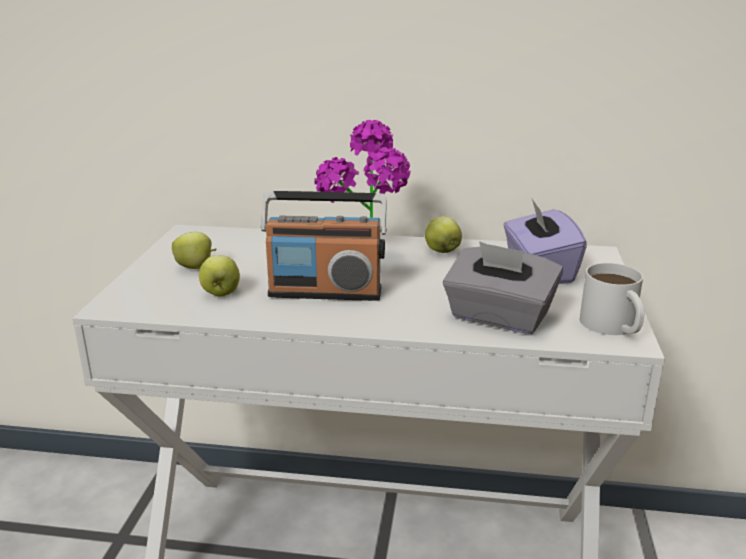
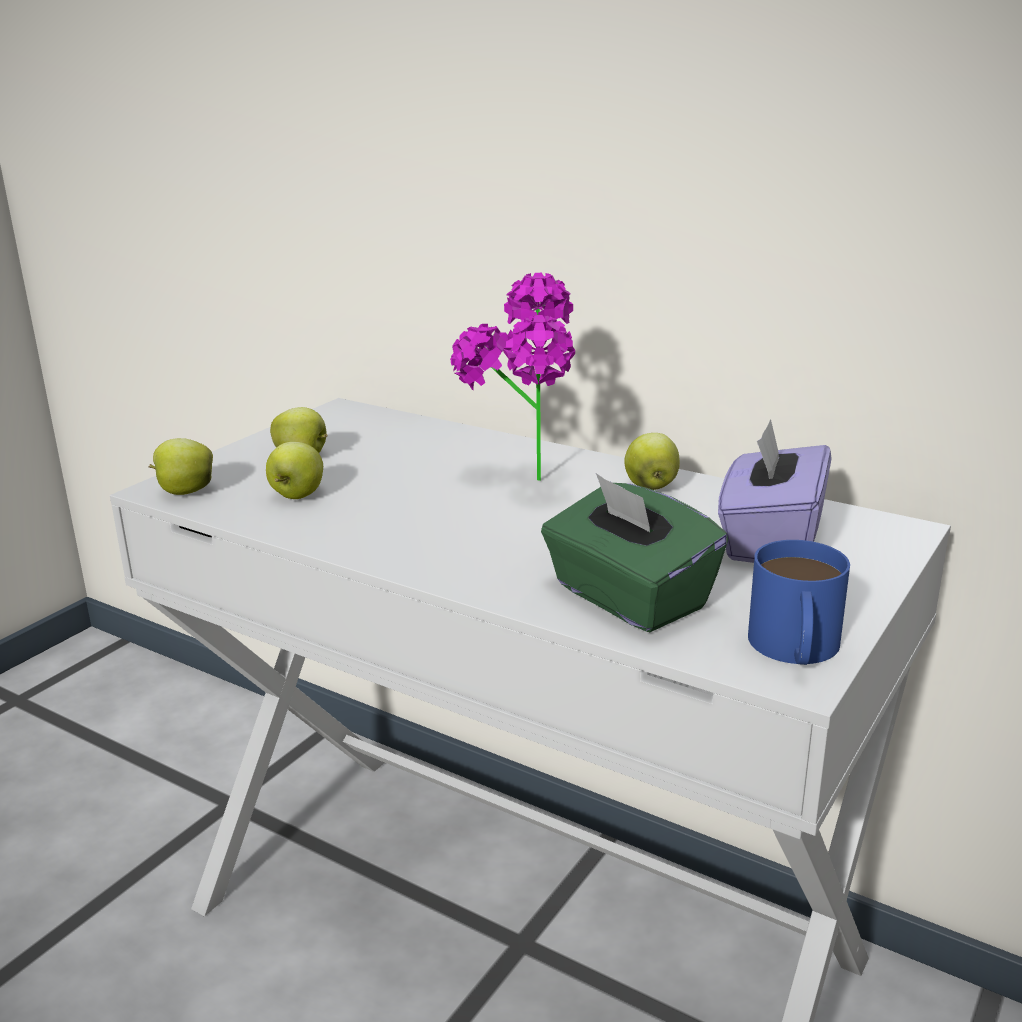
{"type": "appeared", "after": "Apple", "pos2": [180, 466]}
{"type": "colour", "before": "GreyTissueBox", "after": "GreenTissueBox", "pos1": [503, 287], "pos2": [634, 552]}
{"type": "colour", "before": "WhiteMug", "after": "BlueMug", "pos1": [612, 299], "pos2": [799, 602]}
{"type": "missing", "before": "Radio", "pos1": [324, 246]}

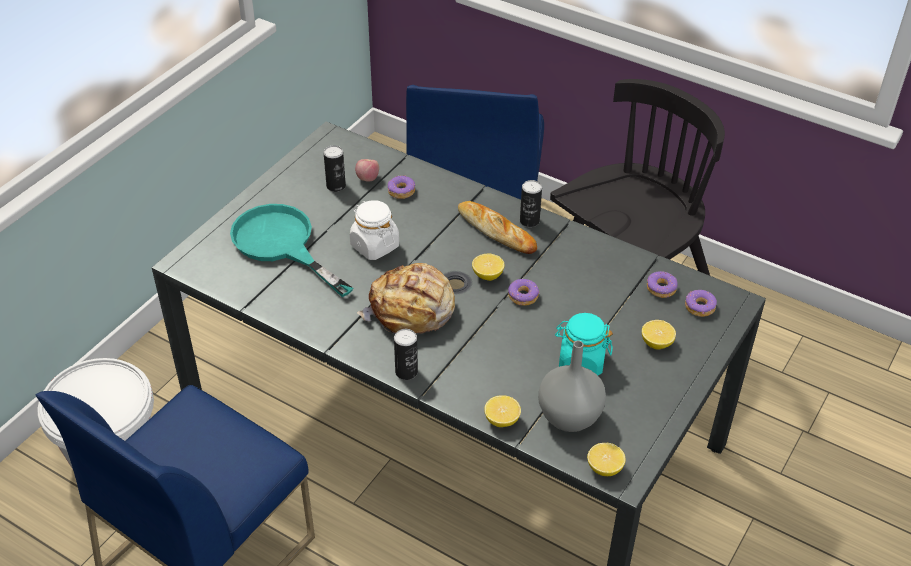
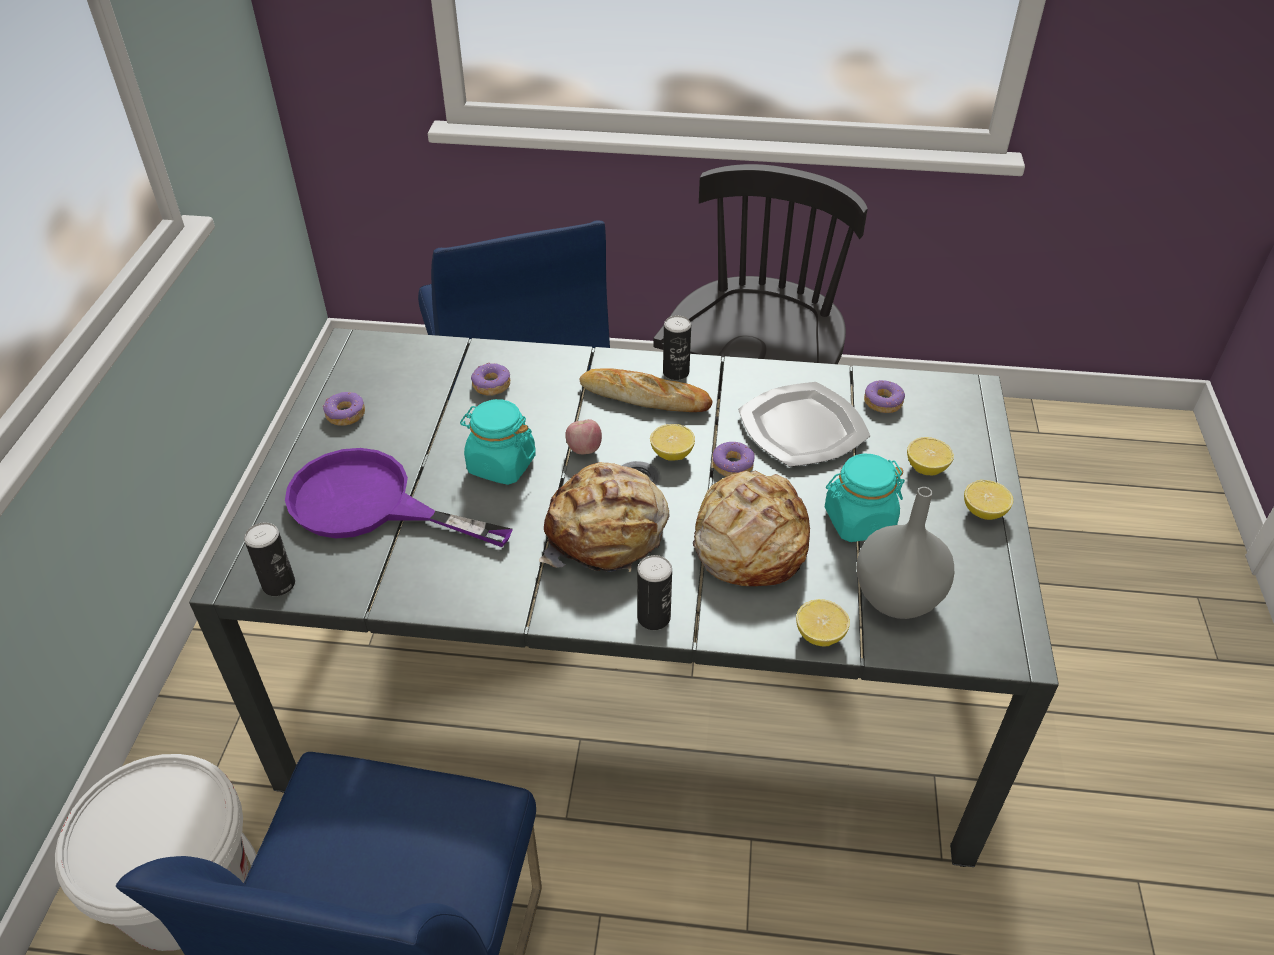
{"type": "relocated", "before": "Can", "pos1": [334, 168], "pos2": [269, 559]}
{"type": "colour", "before": "TurquoiseFryingPan", "after": "PurpleFryingPan", "pos1": [291, 250], "pos2": [399, 497]}
{"type": "relocated", "before": "Donut", "pos1": [701, 303], "pos2": [344, 408]}
{"type": "colour", "before": "WhiteJar", "after": "TurquoiseJar", "pos1": [374, 230], "pos2": [498, 442]}
{"type": "relocated", "before": "Apple", "pos1": [367, 170], "pos2": [583, 436]}
{"type": "appeared", "after": "Bread", "pos2": [751, 528]}
{"type": "appeared", "after": "Plate", "pos2": [804, 424]}
{"type": "relocated", "before": "Lemon", "pos1": [606, 459], "pos2": [988, 500]}

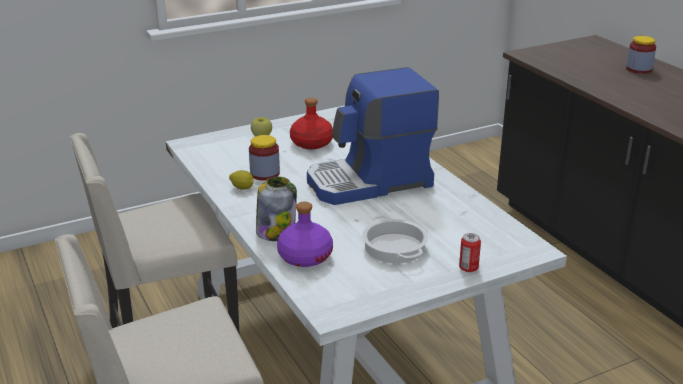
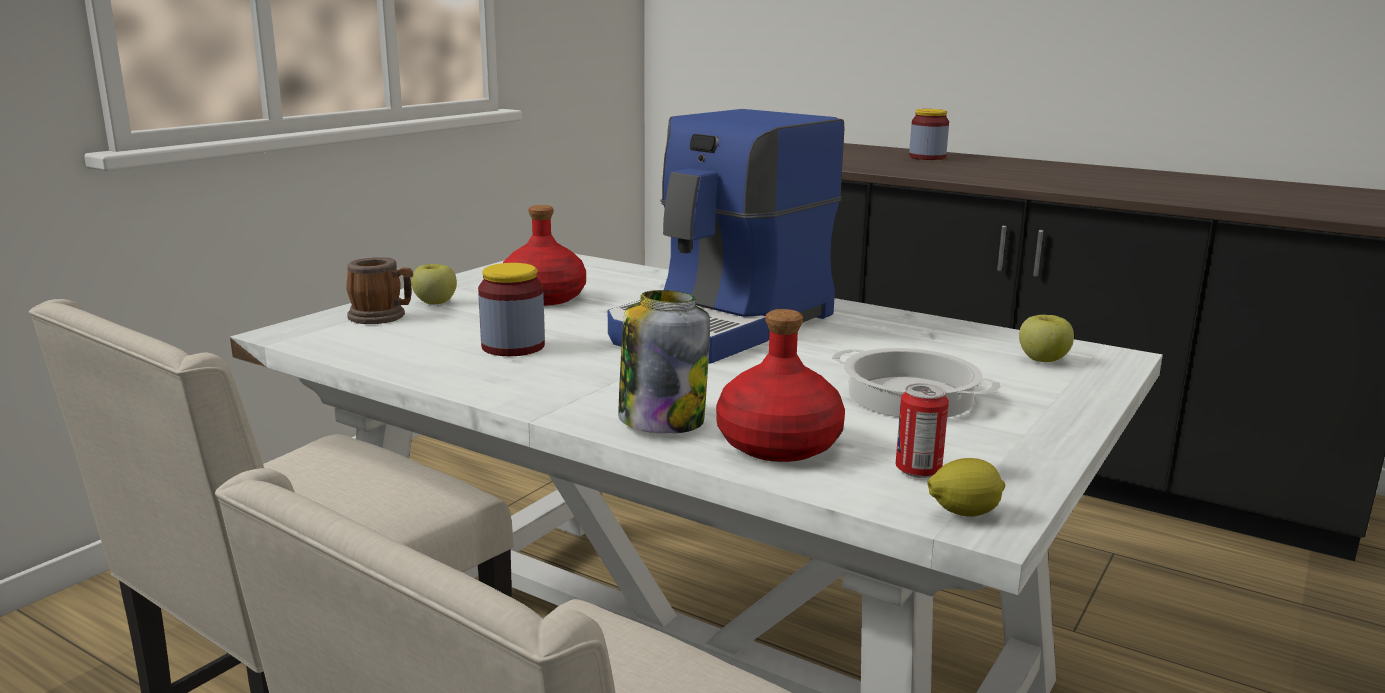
{"type": "appeared", "after": "Mug", "pos2": [379, 290]}
{"type": "colour", "before": "PurpleBottle", "after": "RedBottle", "pos1": [305, 234], "pos2": [780, 385]}
{"type": "relocated", "before": "Can", "pos1": [470, 252], "pos2": [922, 430]}
{"type": "relocated", "before": "Lemon", "pos1": [241, 180], "pos2": [966, 487]}
{"type": "appeared", "after": "Apple", "pos2": [1046, 338]}

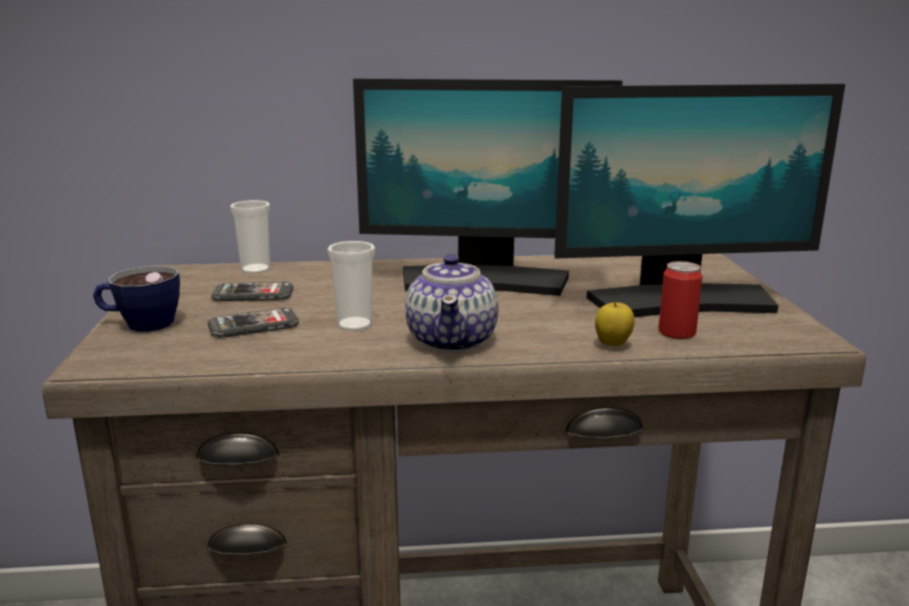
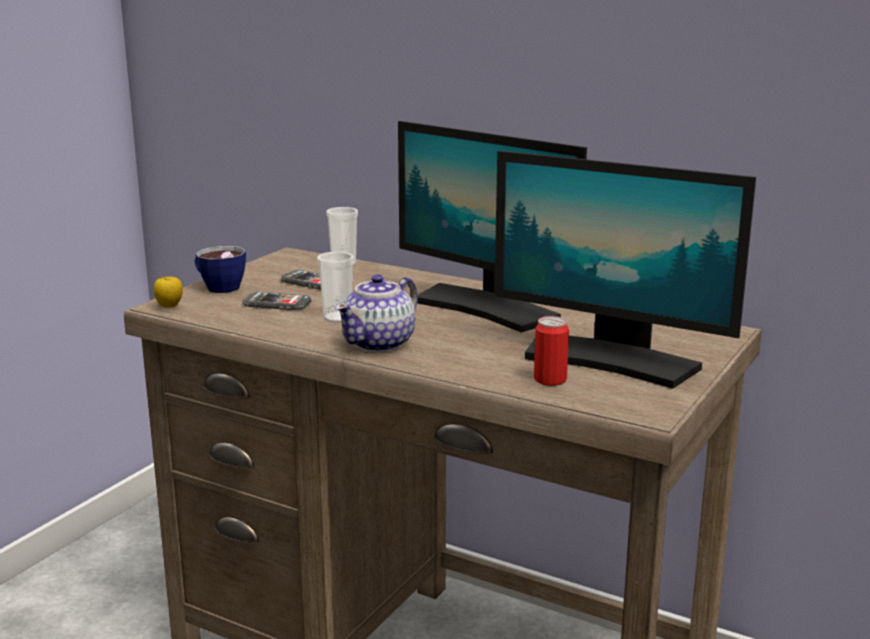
{"type": "relocated", "before": "Apple", "pos1": [615, 324], "pos2": [168, 292]}

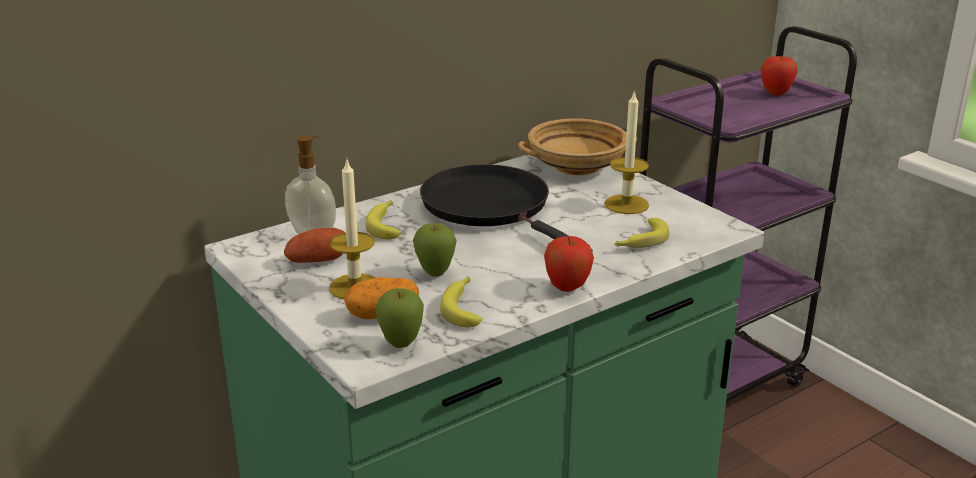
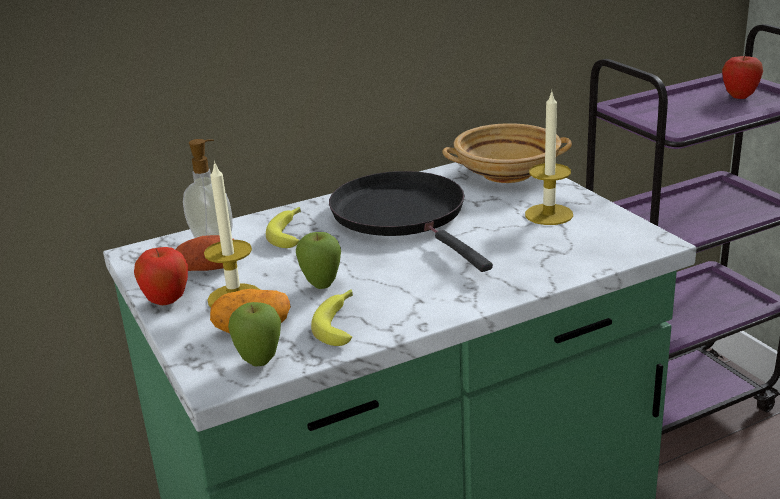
{"type": "relocated", "before": "Apple", "pos1": [569, 264], "pos2": [161, 276]}
{"type": "missing", "before": "Banana", "pos1": [641, 233]}

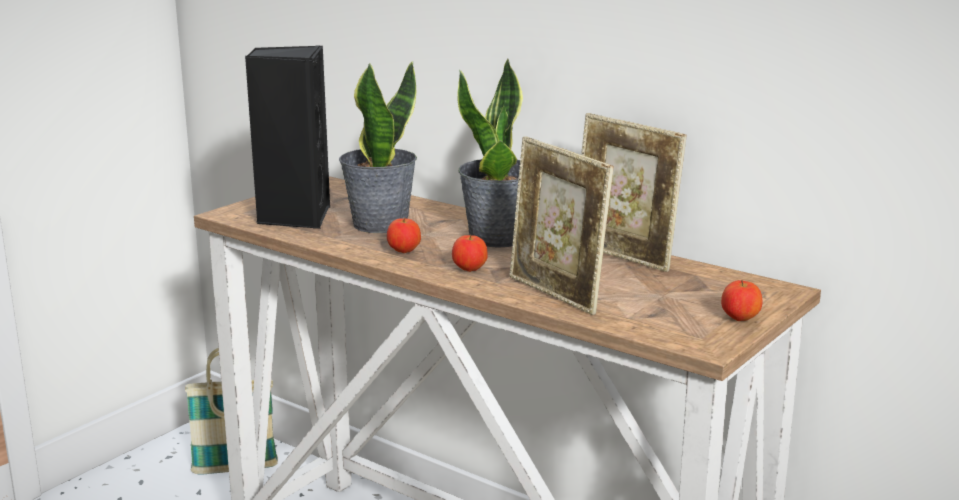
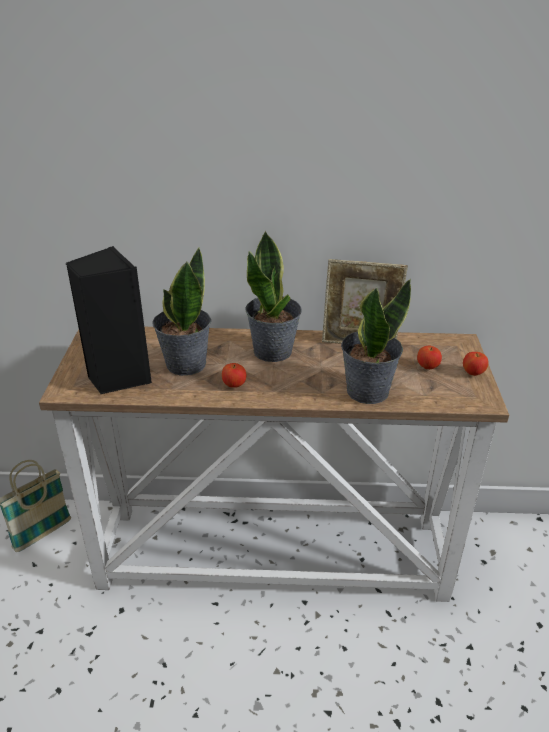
{"type": "exchanged", "before": "PictureFrame", "after": "PottedPlant", "pos1": [561, 225], "pos2": [376, 341]}
{"type": "relocated", "before": "Apple", "pos1": [470, 253], "pos2": [429, 357]}

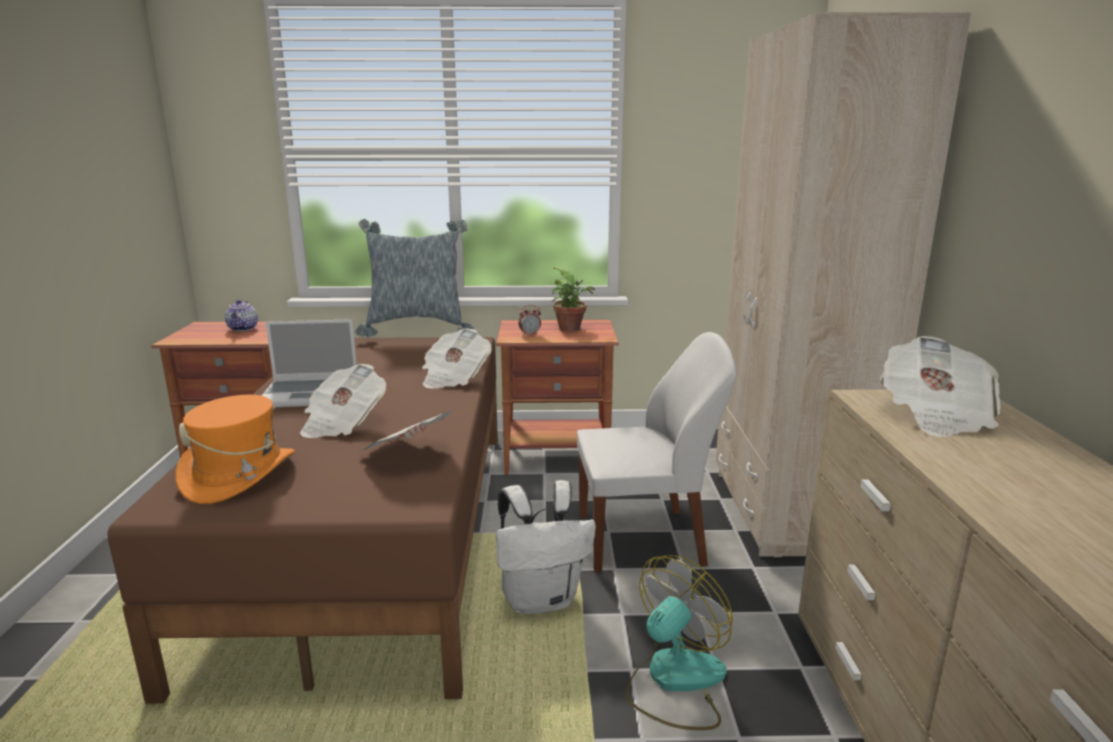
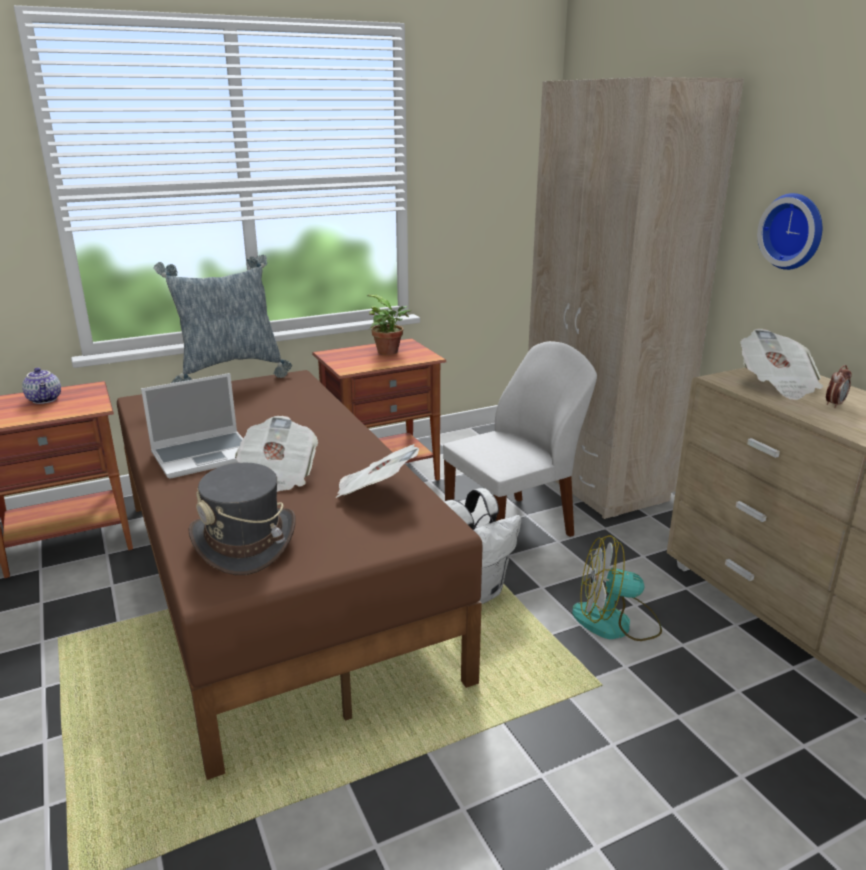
{"type": "colour", "before": "OrangeHat", "after": "GreyHat", "pos1": [235, 449], "pos2": [242, 519]}
{"type": "spun", "before": "Fan", "pos1": [679, 642], "pos2": [617, 588], "turn": -105}
{"type": "appeared", "after": "WallClock", "pos2": [789, 231]}
{"type": "relocated", "before": "AlarmClock", "pos1": [529, 320], "pos2": [839, 386]}
{"type": "missing", "before": "Newspaper", "pos1": [457, 358]}

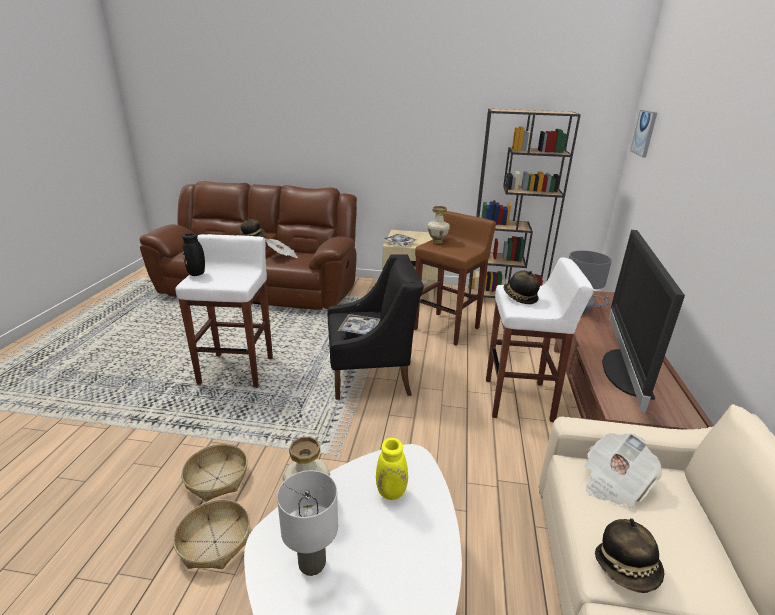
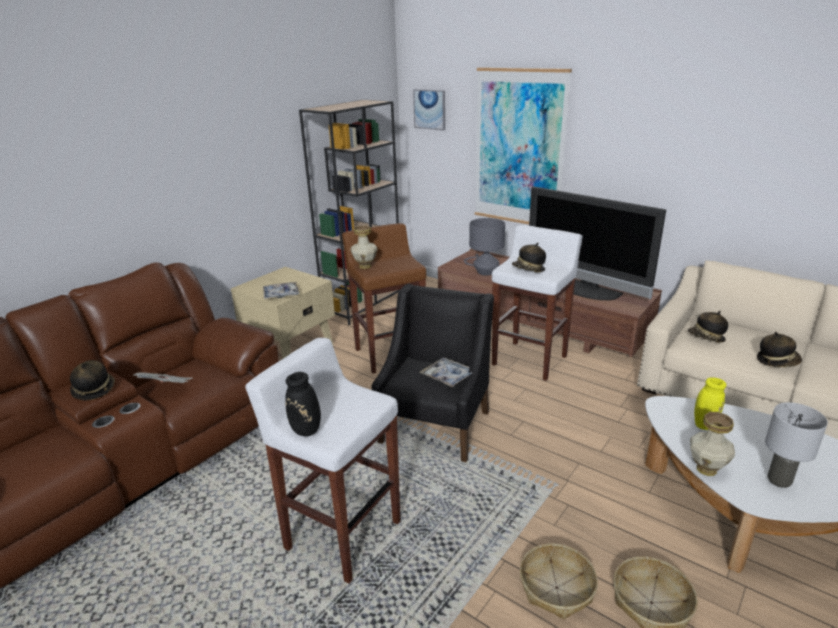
{"type": "appeared", "after": "Picture", "pos2": [523, 145]}
{"type": "exchanged", "before": "Newspaper", "after": "Hat", "pos1": [623, 470], "pos2": [708, 327]}

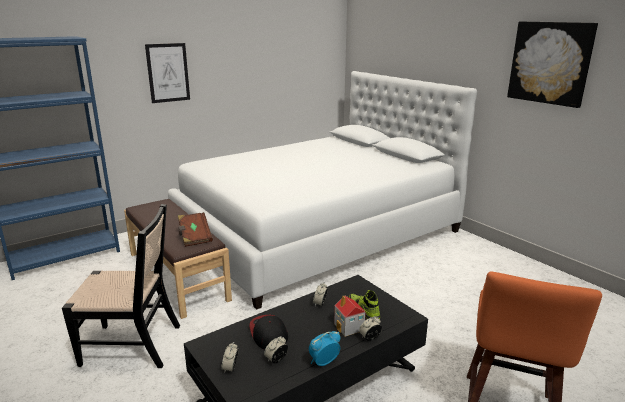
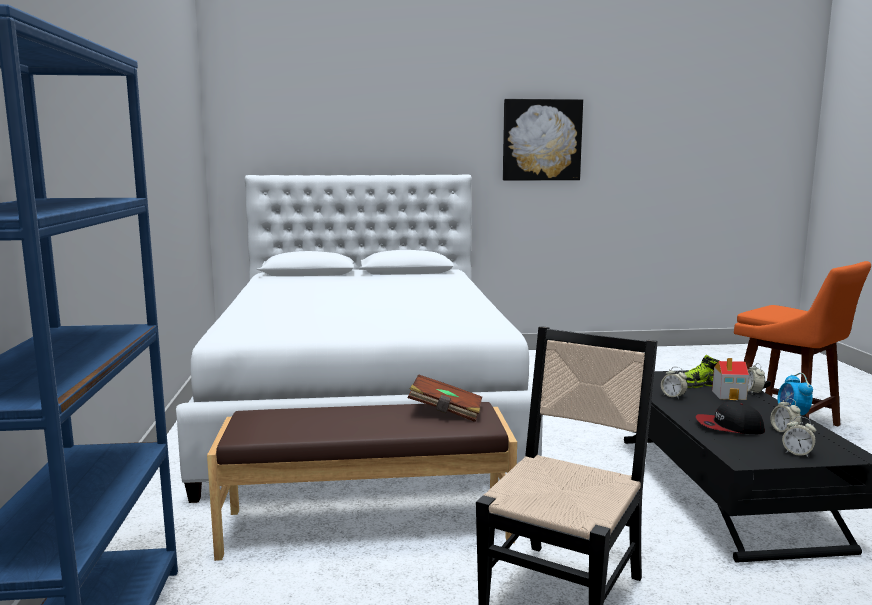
{"type": "missing", "before": "Picture", "pos1": [167, 73]}

